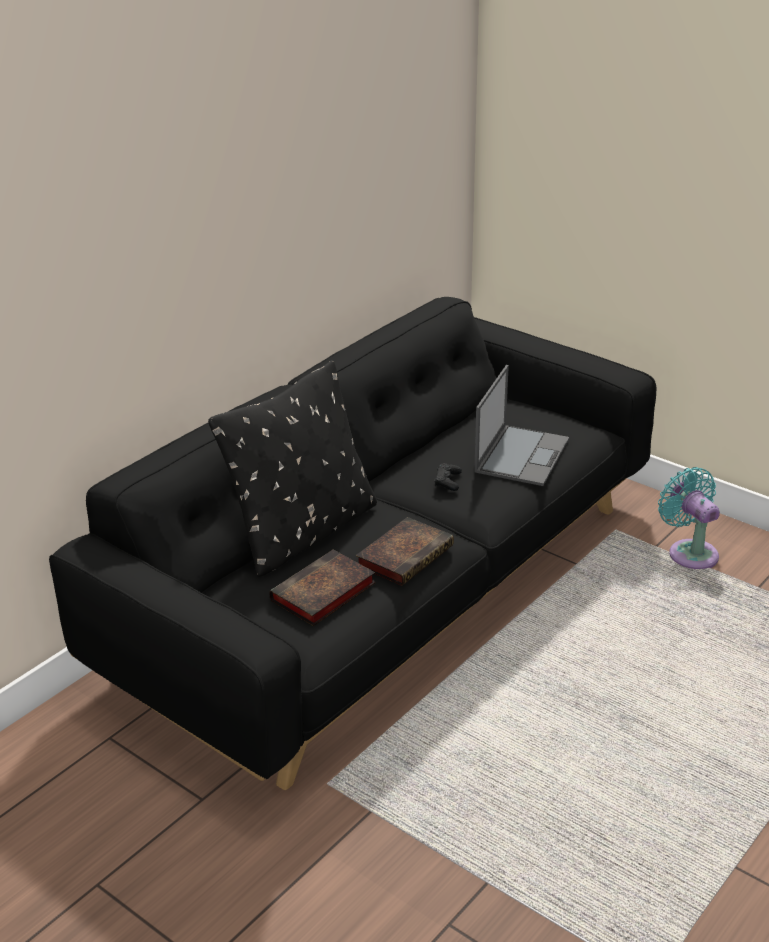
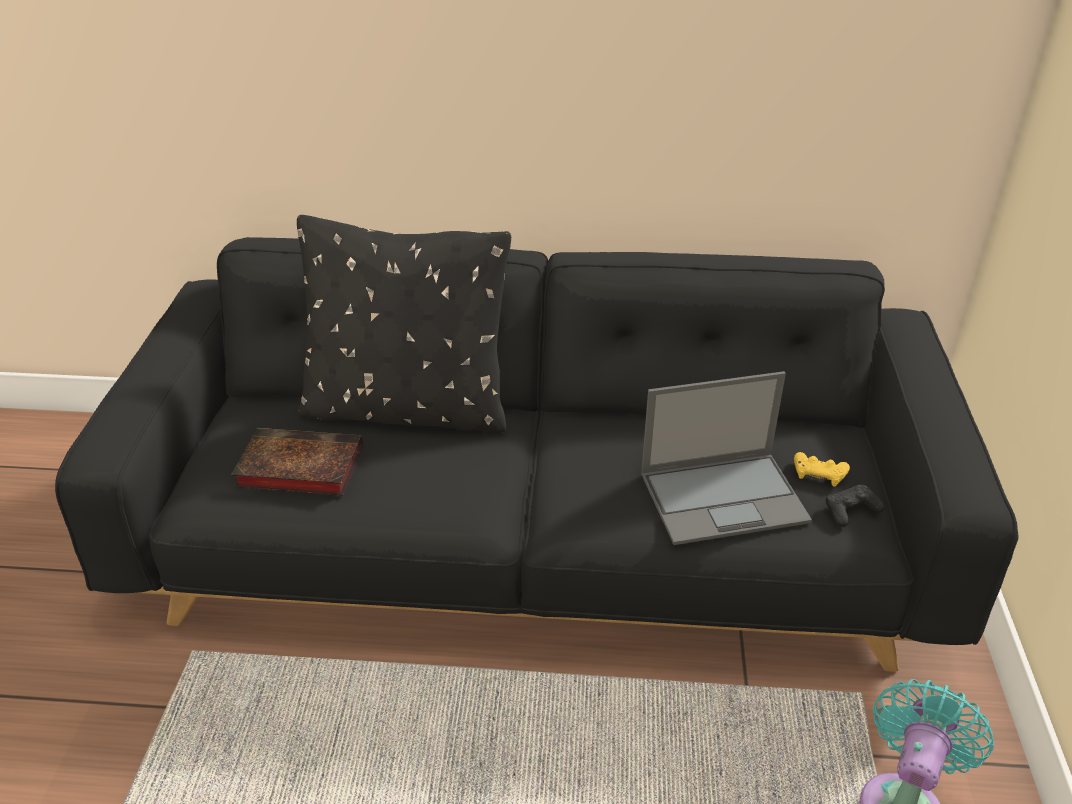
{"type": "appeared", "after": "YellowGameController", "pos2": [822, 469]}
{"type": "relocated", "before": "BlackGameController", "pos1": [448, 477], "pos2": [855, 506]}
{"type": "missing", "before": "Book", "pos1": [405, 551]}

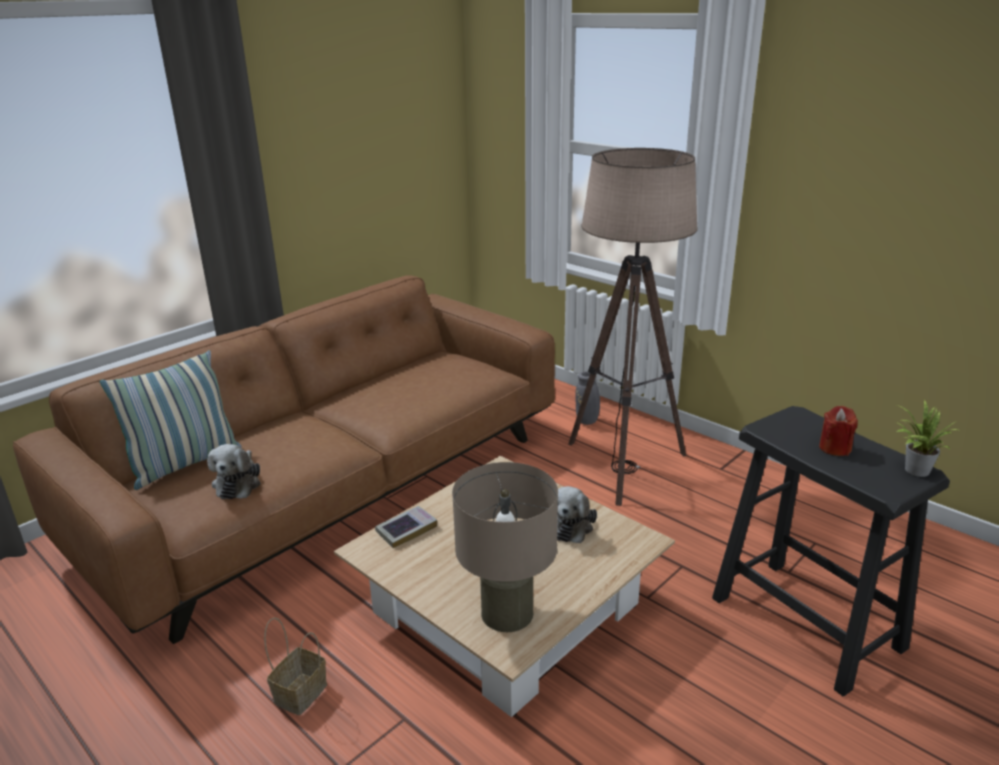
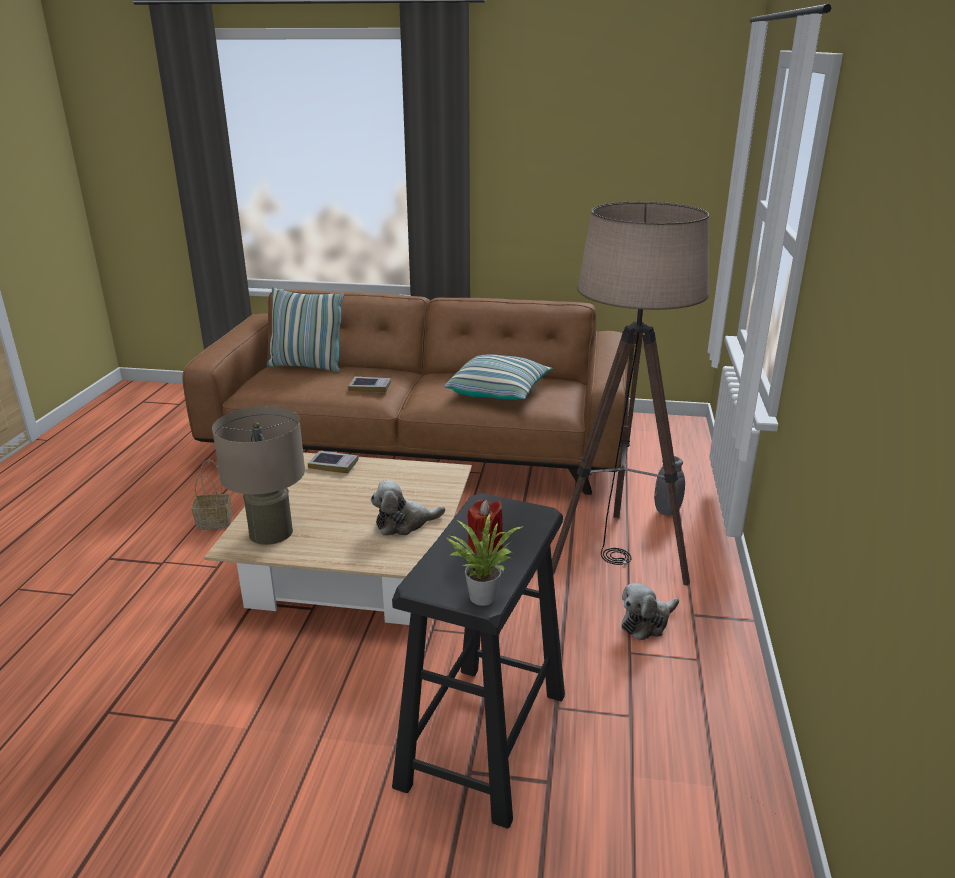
{"type": "appeared", "after": "Book", "pos2": [369, 385]}
{"type": "appeared", "after": "Pillow", "pos2": [498, 377]}
{"type": "relocated", "before": "PlushToy", "pos1": [234, 471], "pos2": [650, 611]}

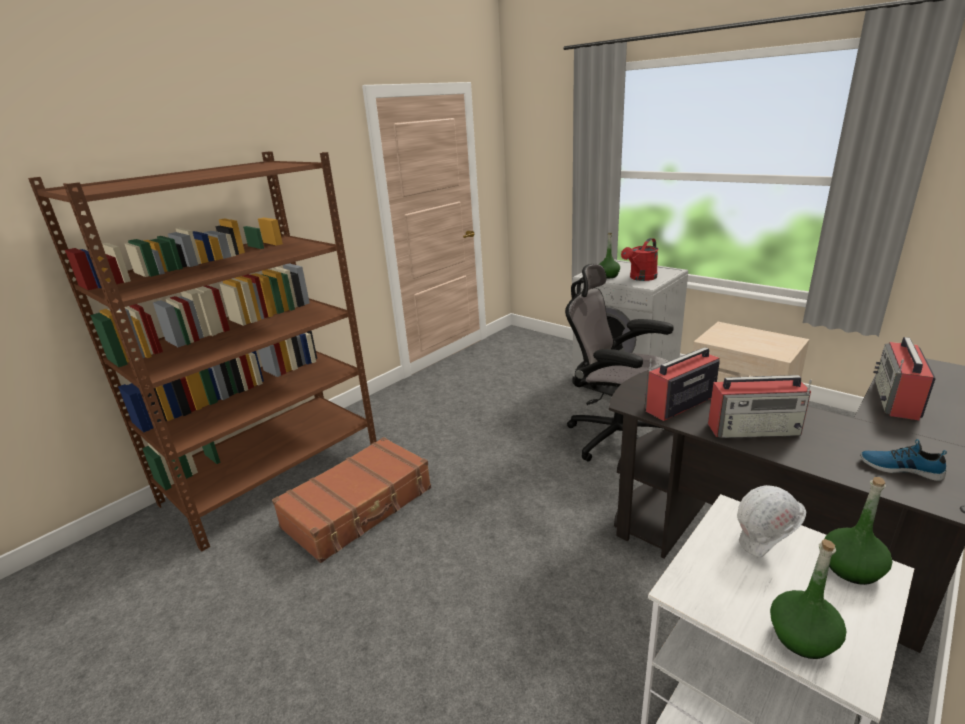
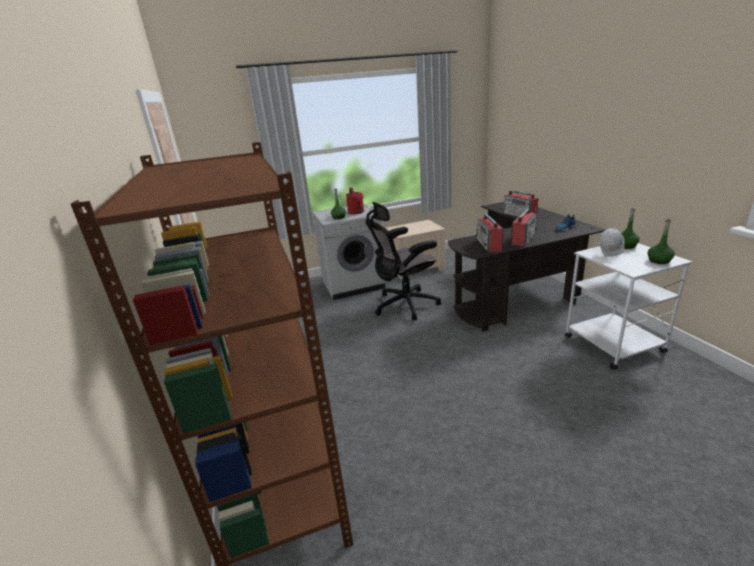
{"type": "missing", "before": "BrownSuitcase", "pos1": [351, 500]}

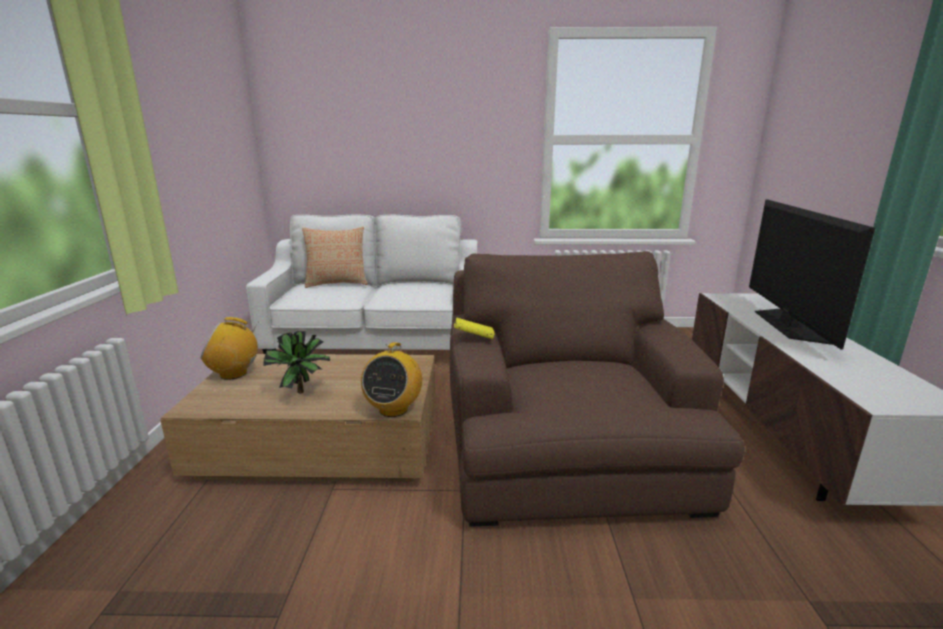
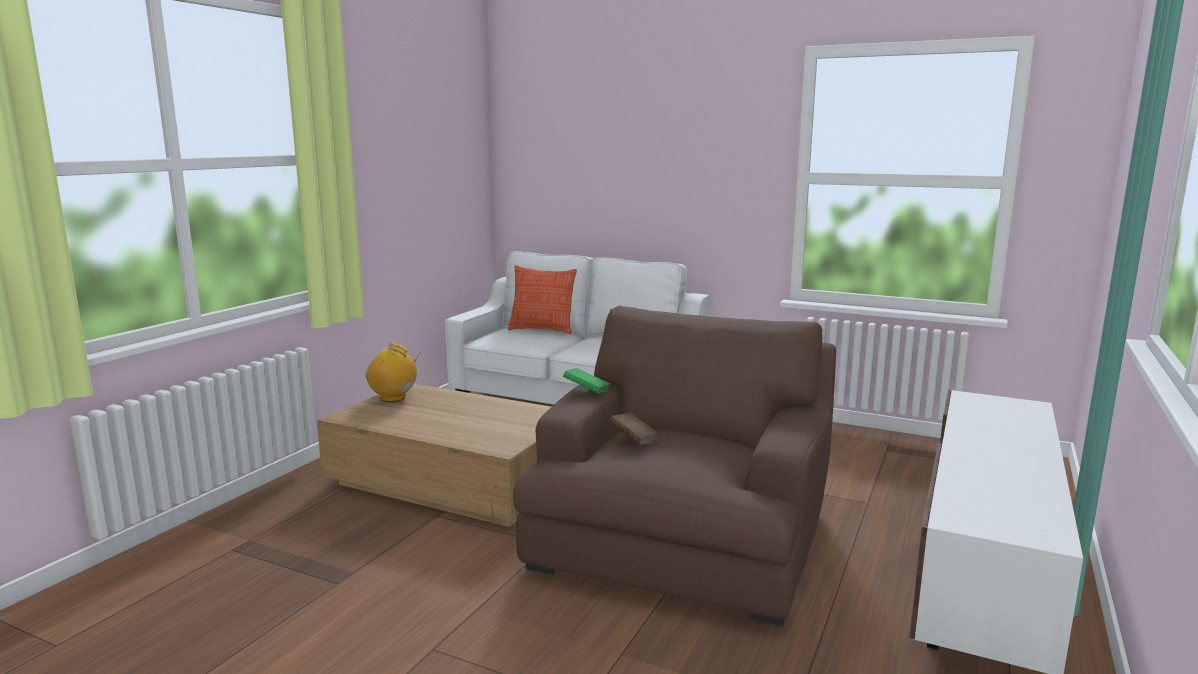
{"type": "colour", "before": "BeigePillow", "after": "OrangePillow", "pos1": [335, 257], "pos2": [542, 299]}
{"type": "colour", "before": "YellowBook", "after": "GreenBook", "pos1": [474, 328], "pos2": [586, 380]}
{"type": "appeared", "after": "BrownBook", "pos2": [635, 429]}
{"type": "missing", "before": "PottedPlant", "pos1": [296, 362]}
{"type": "missing", "before": "Radio", "pos1": [391, 379]}
{"type": "missing", "before": "Television", "pos1": [812, 274]}

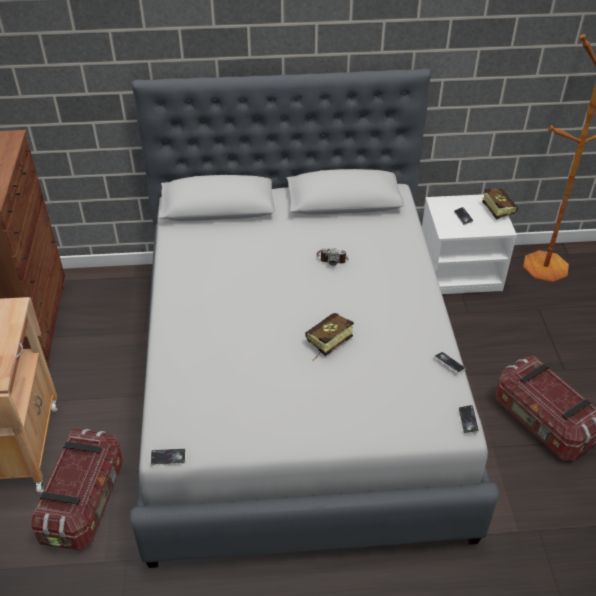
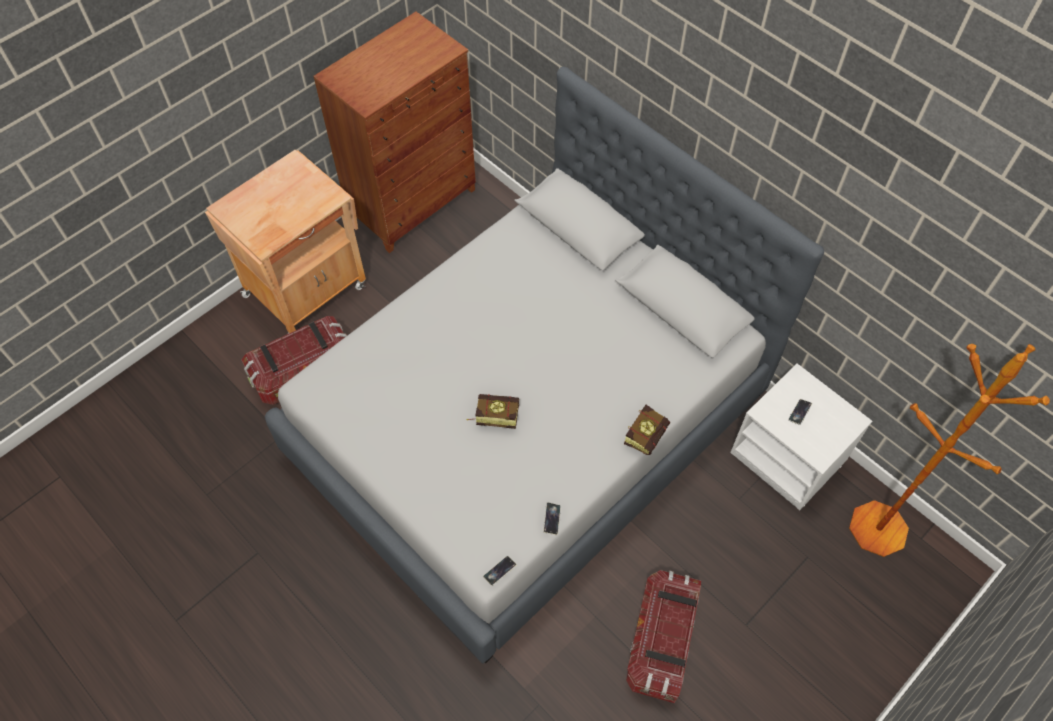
{"type": "relocated", "before": "Book", "pos1": [500, 204], "pos2": [647, 430]}
{"type": "missing", "before": "Phone", "pos1": [168, 457]}
{"type": "missing", "before": "PhotoCamera", "pos1": [332, 257]}

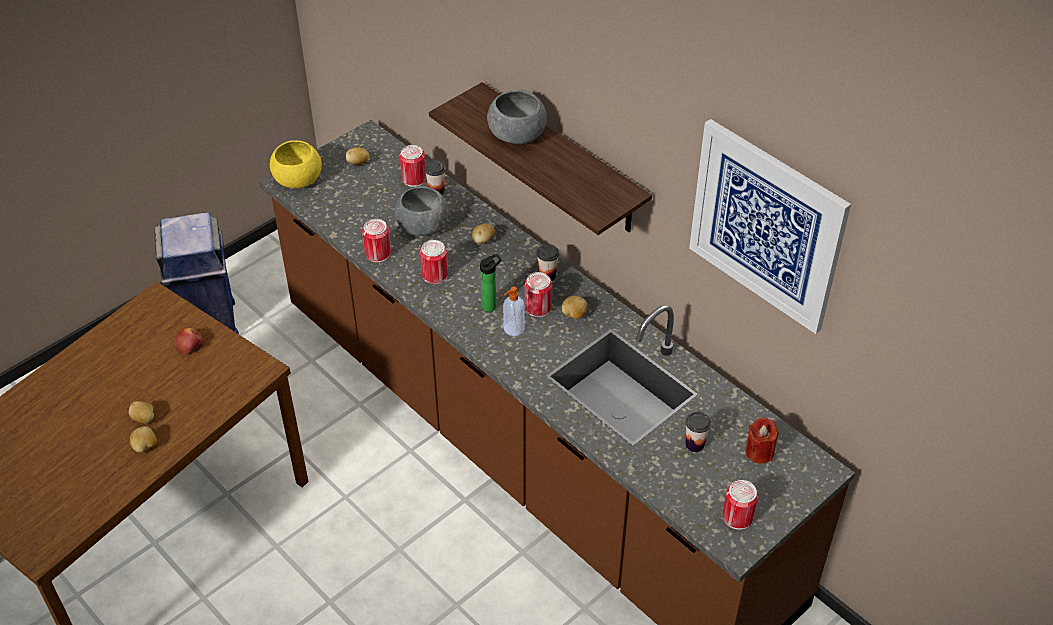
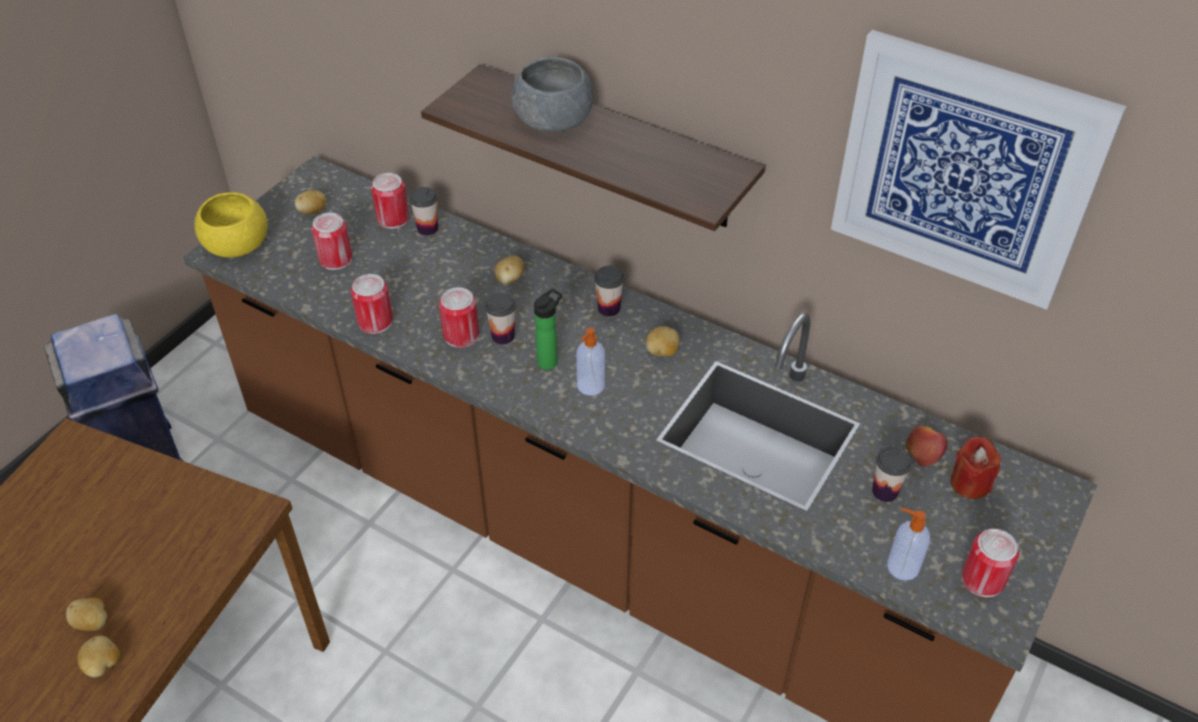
{"type": "relocated", "before": "Can", "pos1": [538, 294], "pos2": [331, 241]}
{"type": "appeared", "after": "Cup", "pos2": [500, 318]}
{"type": "appeared", "after": "SoapDispenser", "pos2": [908, 544]}
{"type": "relocated", "before": "Apple", "pos1": [188, 341], "pos2": [927, 446]}
{"type": "missing", "before": "GreyBowl", "pos1": [422, 211]}

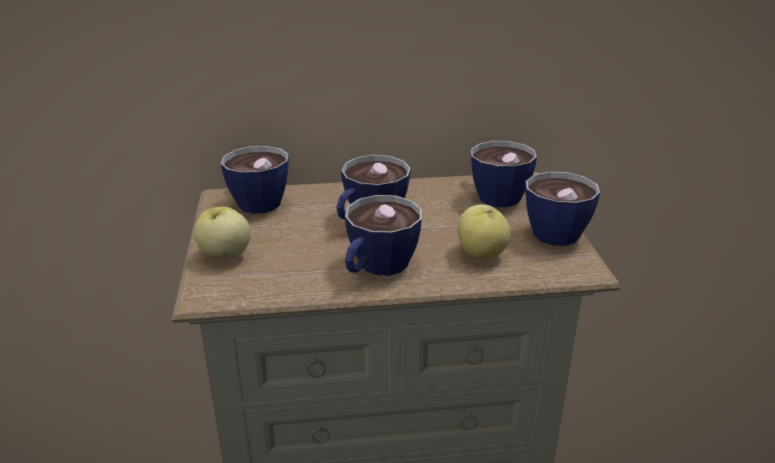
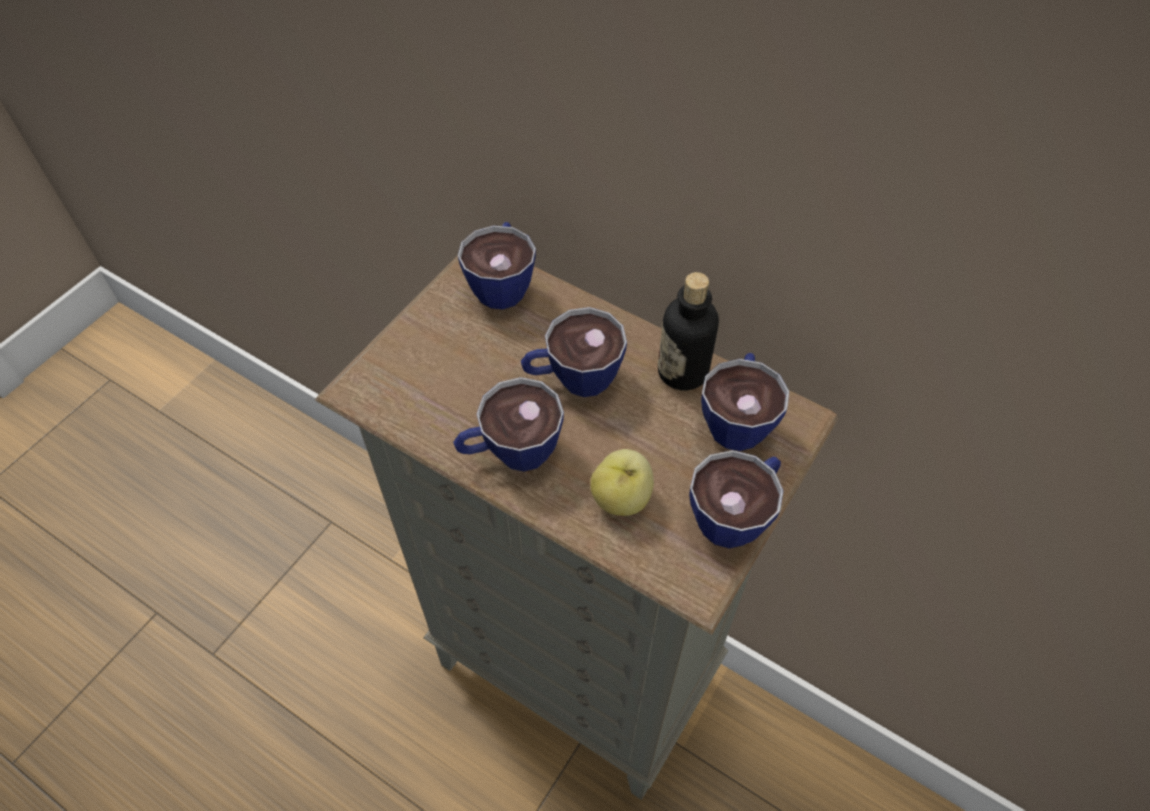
{"type": "appeared", "after": "Bottle", "pos2": [688, 331]}
{"type": "missing", "before": "Apple", "pos1": [222, 233]}

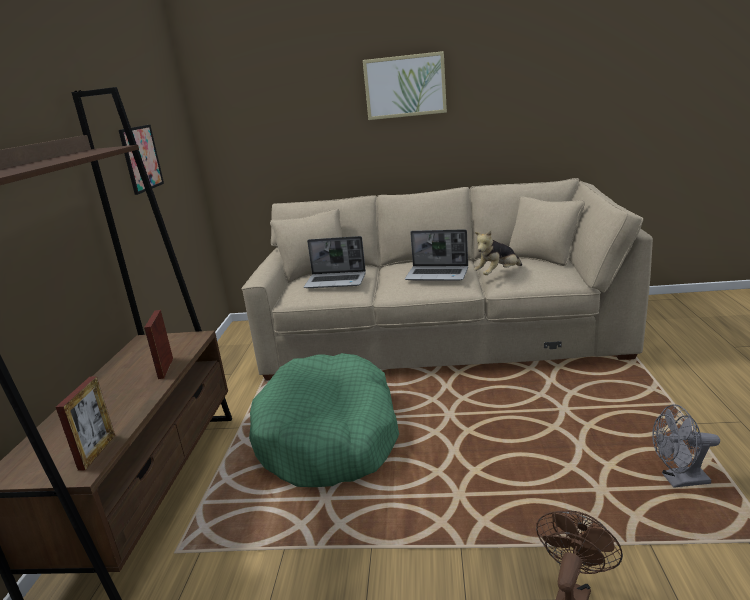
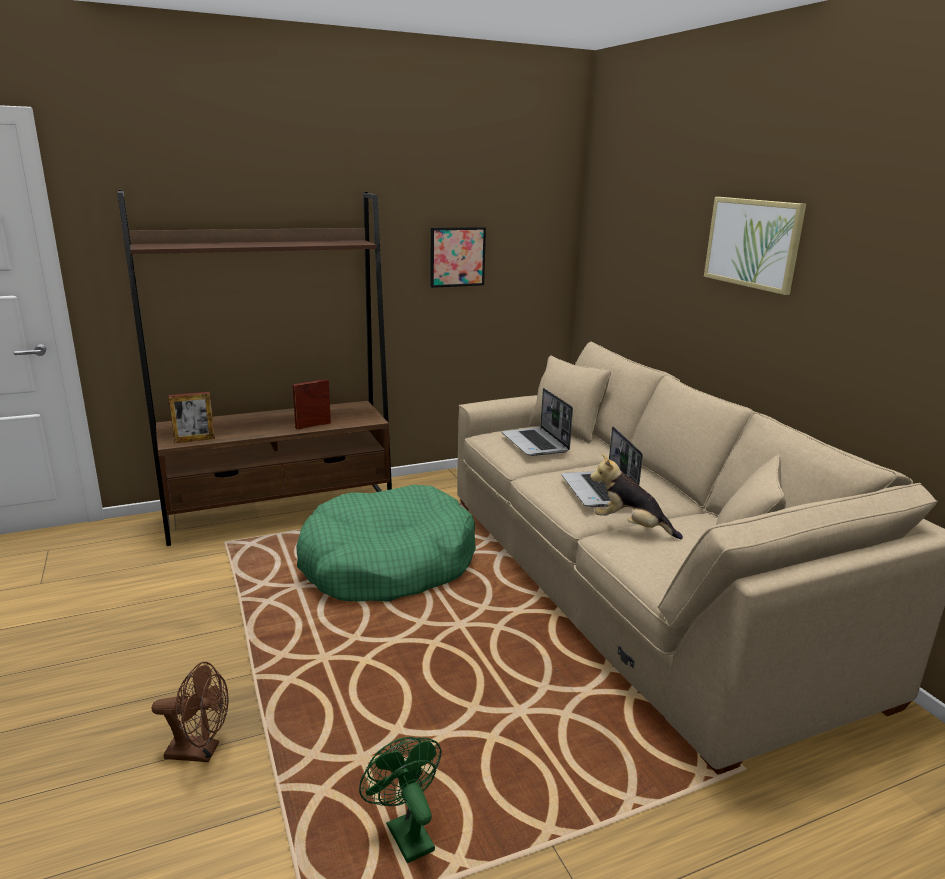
{"type": "colour", "before": "GreyFan", "after": "GreenFan", "pos1": [686, 446], "pos2": [400, 800]}

